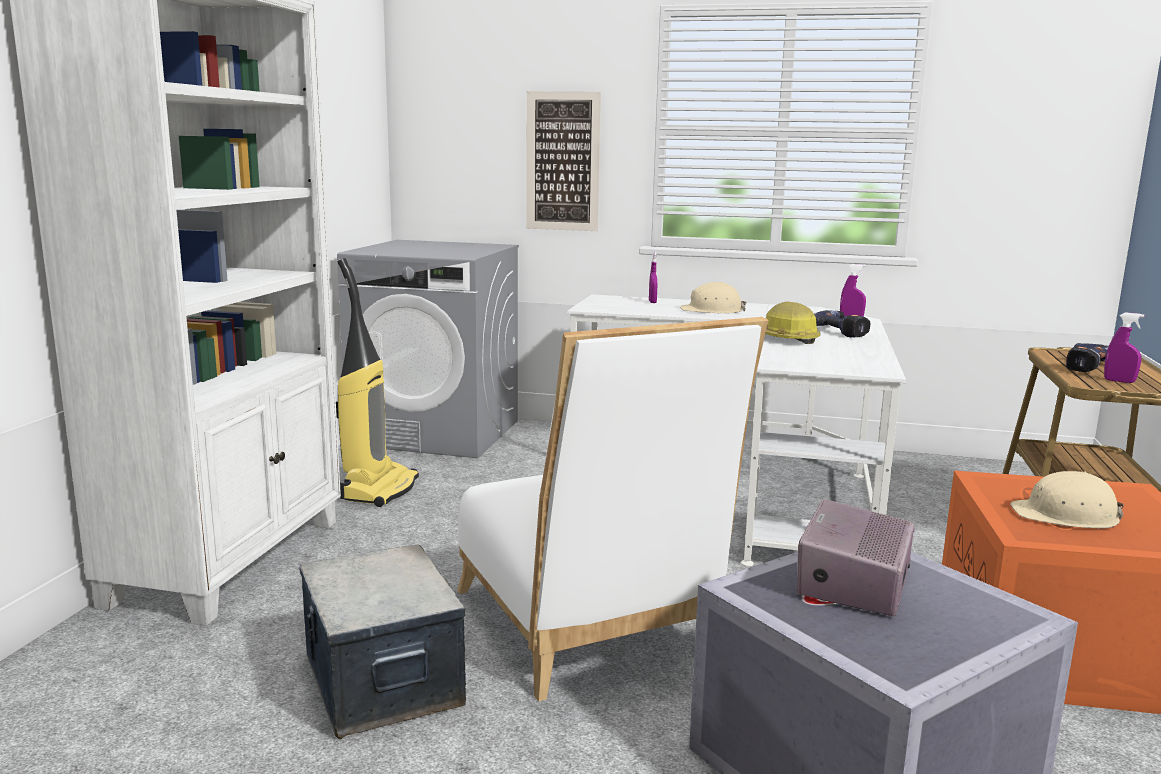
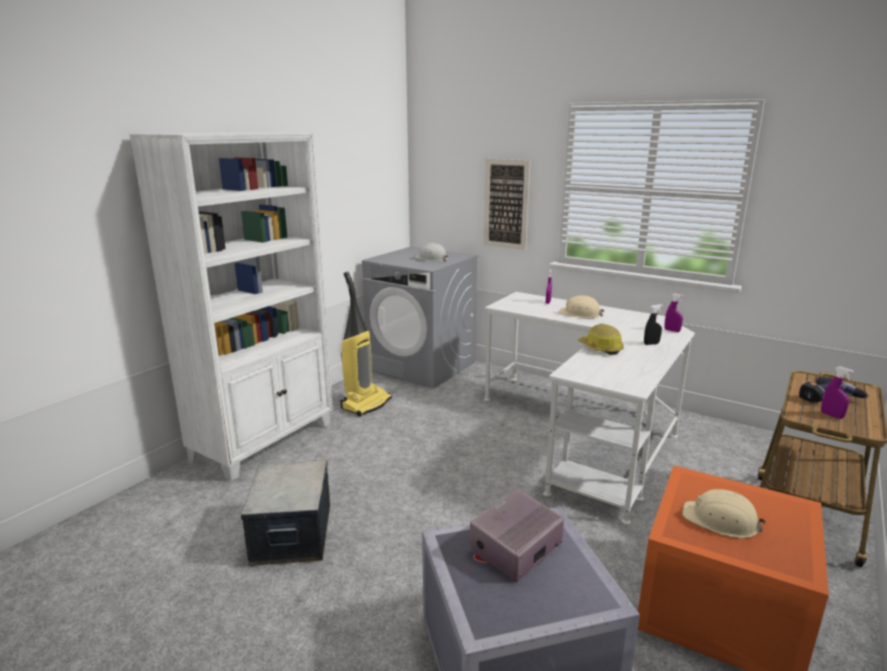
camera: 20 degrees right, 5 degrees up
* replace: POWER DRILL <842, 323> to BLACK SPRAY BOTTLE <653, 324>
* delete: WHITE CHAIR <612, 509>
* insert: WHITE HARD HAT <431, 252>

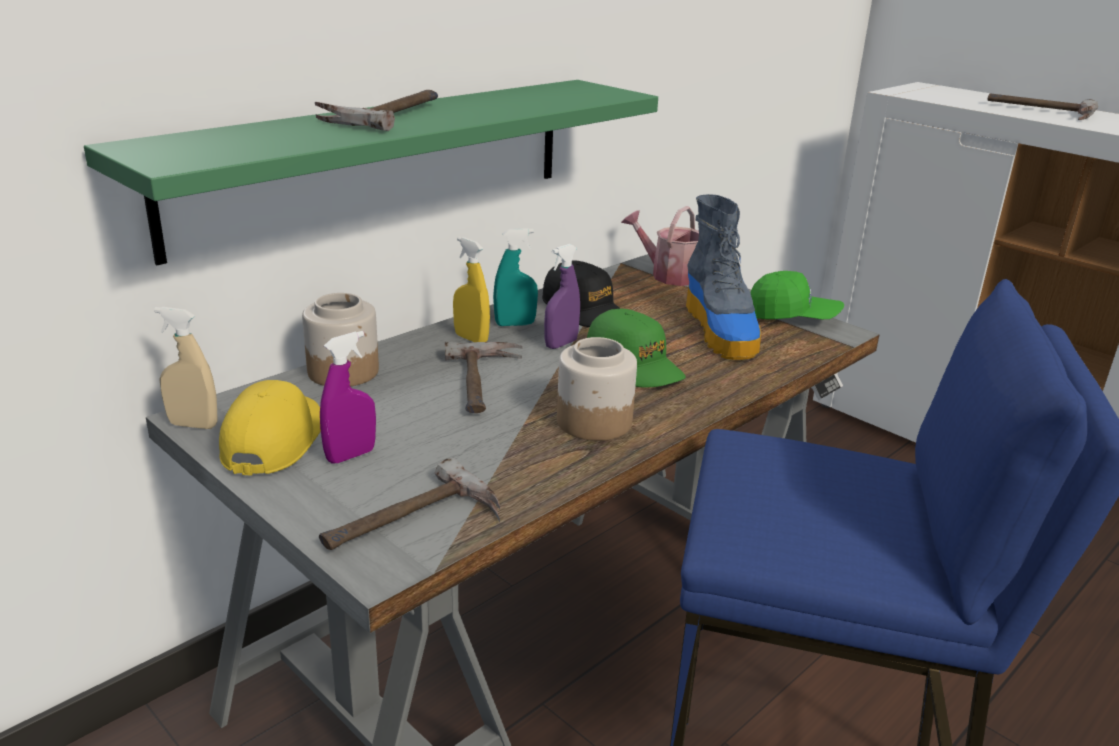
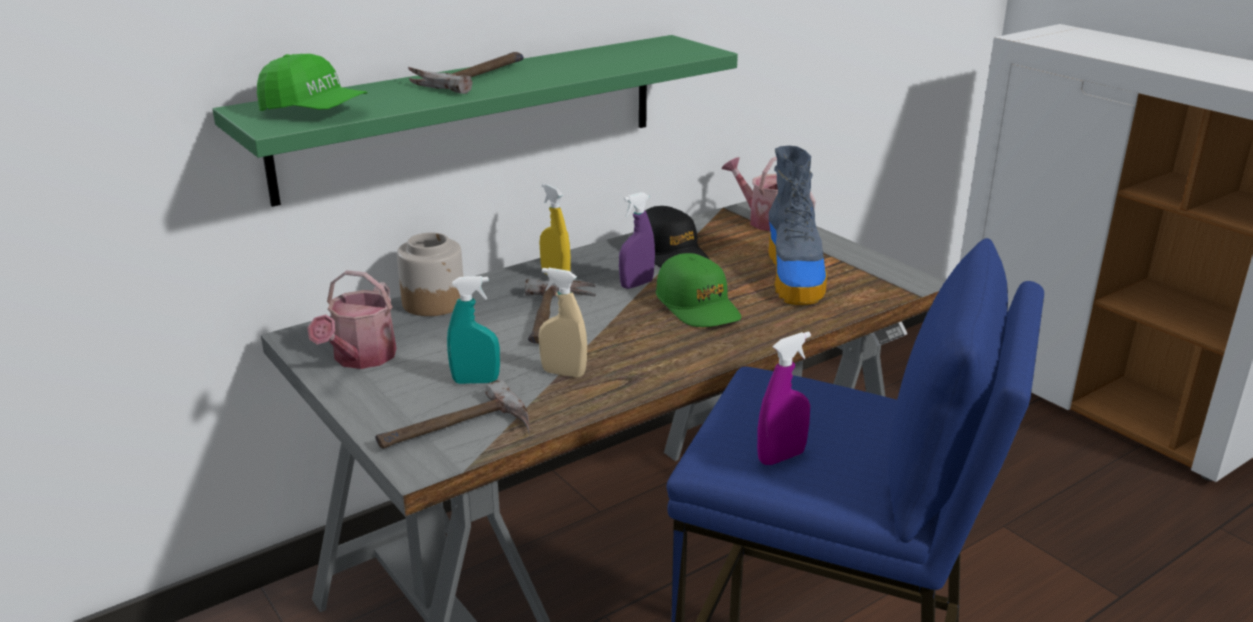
camera: 10 degrees right, 0 degrees up
* delete: HAMMER <1042, 106>
* move: TURQUOISE SPRAY BOTTLE <515, 277> to <473, 330>
* move: GREEN CAP <797, 295> to <312, 82>
* move: BEIGE SPRAY BOTTLE <186, 368> to <562, 322>
* move: PURPLE SPRAY BOTTLE <348, 397> to <784, 398>
* delete: JAR <597, 389>
* replace: YELLOW CAP <270, 428> to WATERING CAN <352, 319>

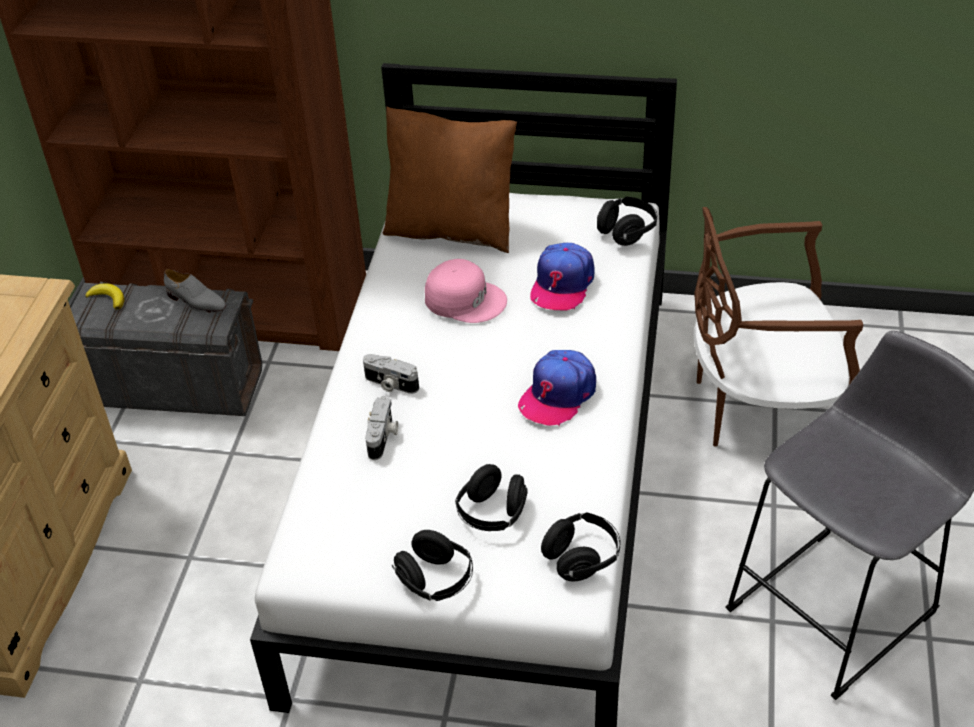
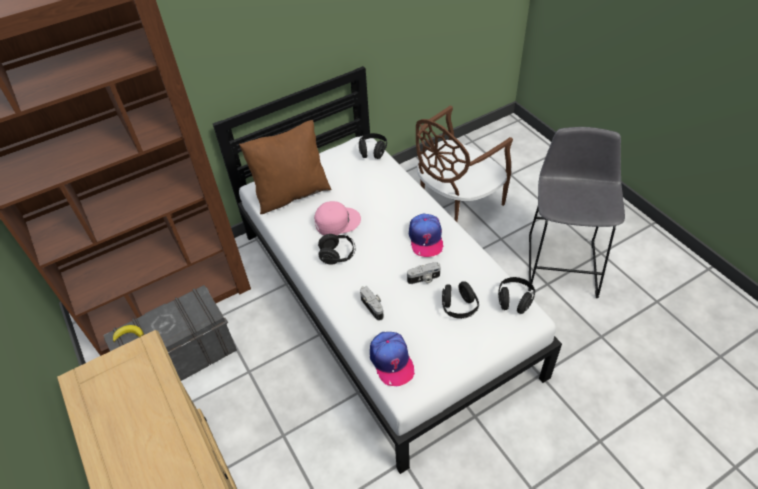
camera: 40 degrees left, 5 degrees up
* move: CAP <562, 277> to <392, 359>
* delete: GREY SHOE <195, 291>
* move: PHOTO CAMERA <391, 374> to <424, 273>
* move: BLACK HEADPHONES <432, 565> to <336, 249>

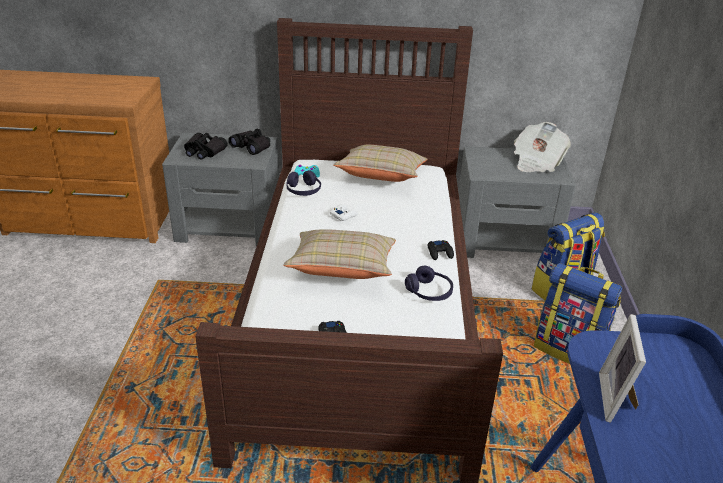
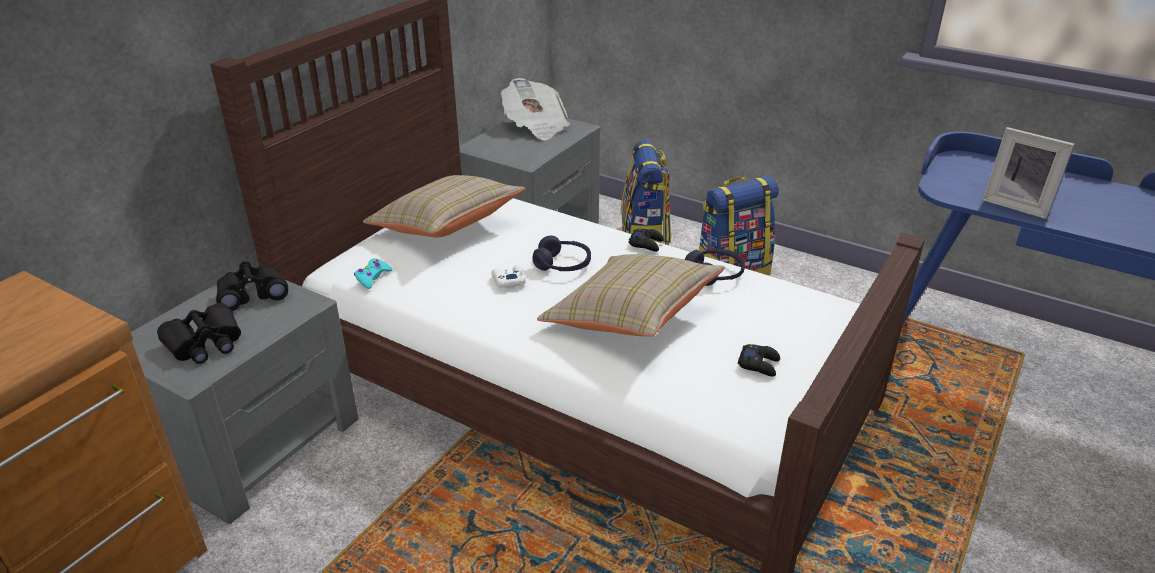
camera: 60 degrees left, 0 degrees up
* move: PURPLE HEADPHONES <303, 183> to <561, 253>

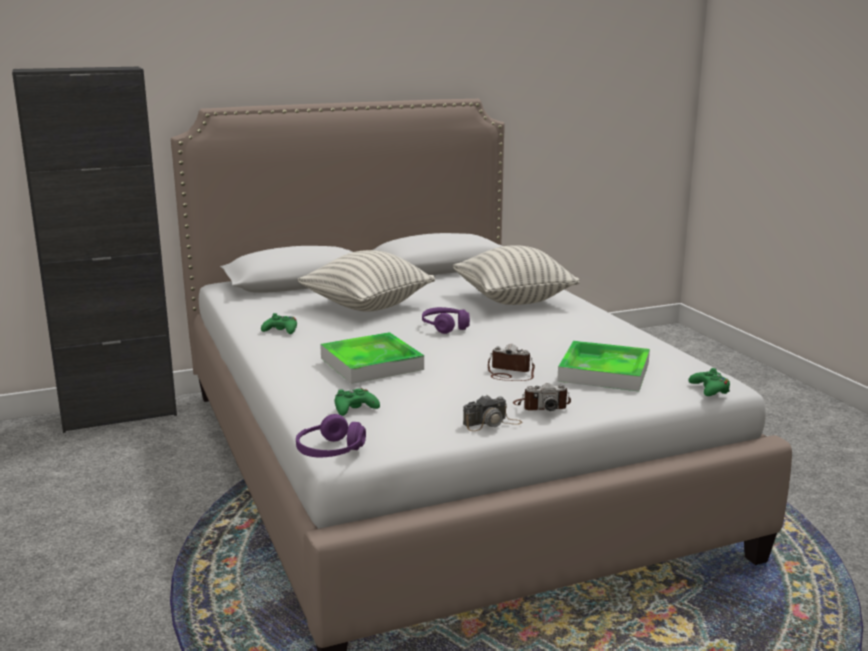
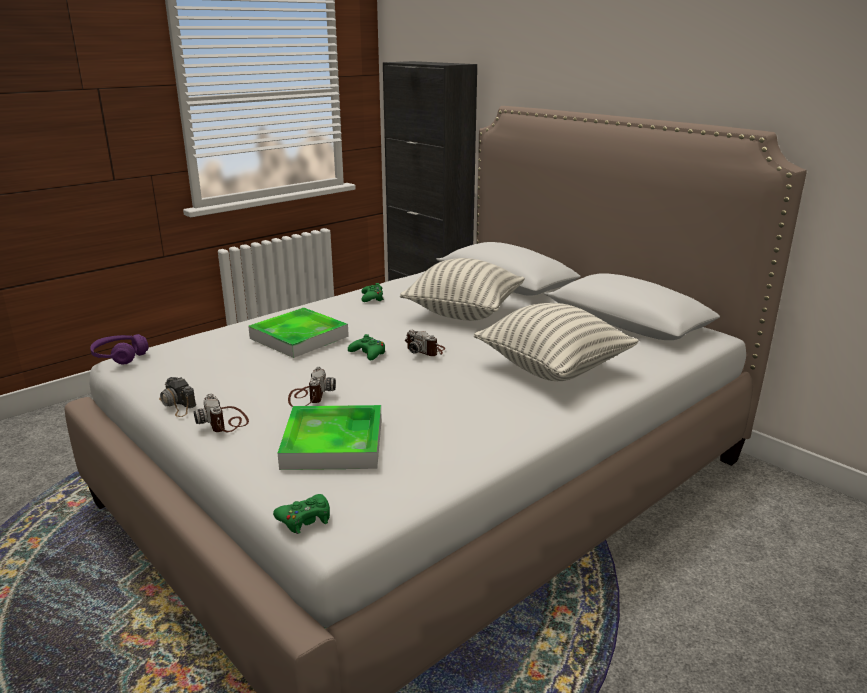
camera: 70 degrees right, 5 degrees up
* replace: PURPLE HEADPHONES <446, 320> to PHOTO CAMERA <425, 343>
* move: GREEN GAME CONTROLLER <357, 402> to <366, 347>

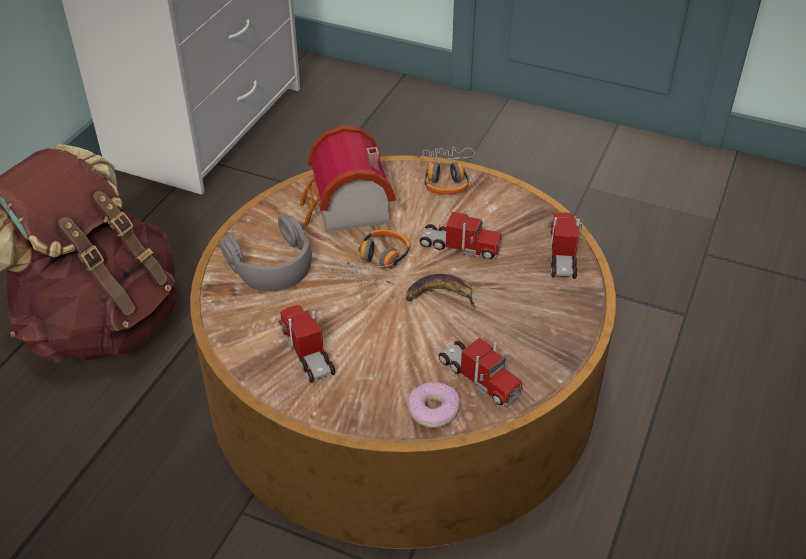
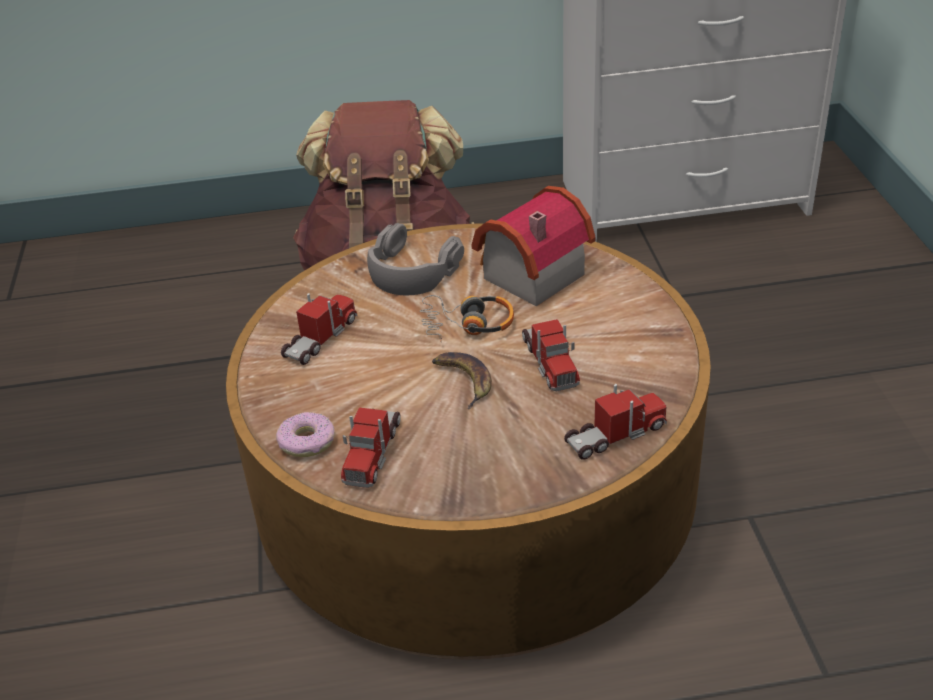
camera: 60 degrees right, 5 degrees down
* delete: HEADPHONES <444, 171>

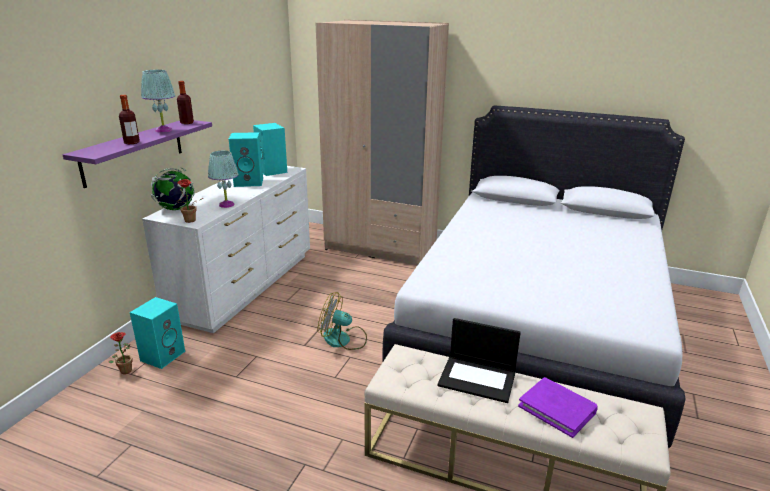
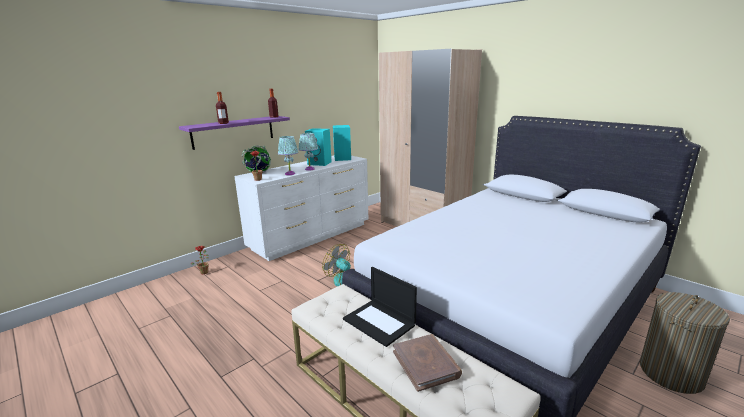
camera: 25 degrees right, 5 degrees down
* move: TURQUOISE TABLE LAMP <158, 101> to <308, 152>
* delete: TURQUOISE SPEAKER <157, 333>
* recolor: PURPLE BOOK <558, 407> to BROWN BOOK <427, 363>
* insert: LAUNDRY BASKET <685, 343>

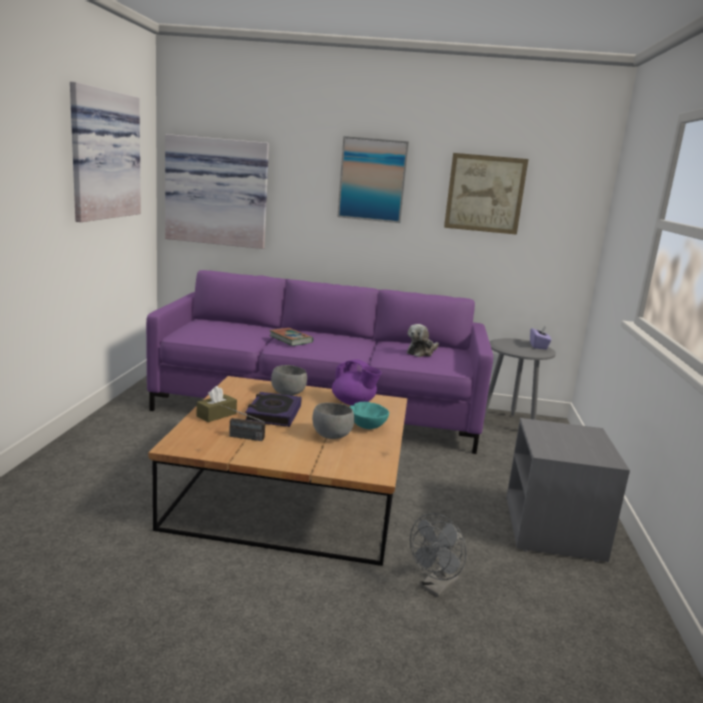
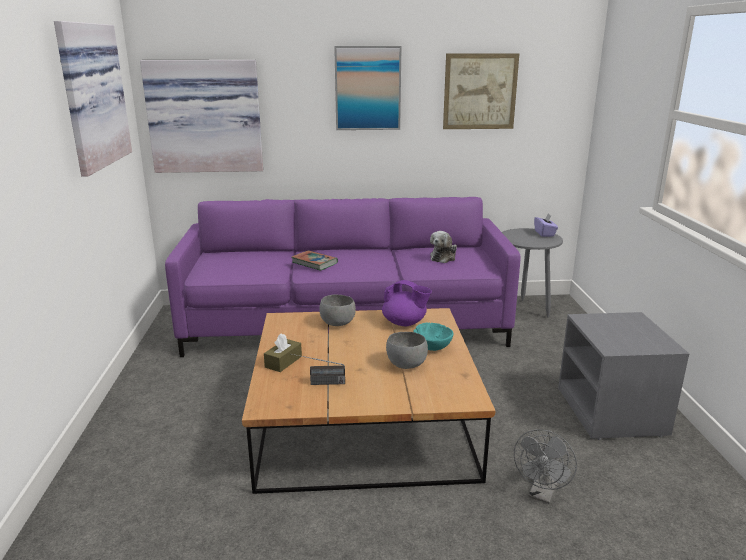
camera: 10 degrees left, 5 degrees up
* delete: BOOK <273, 409>

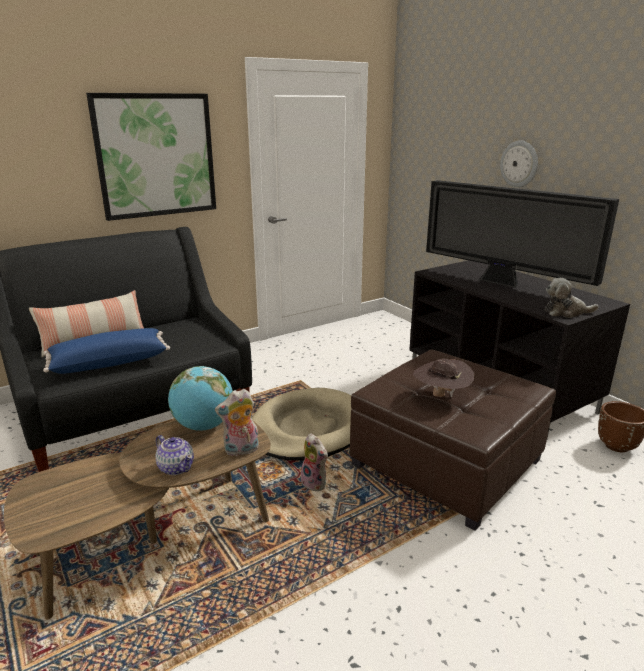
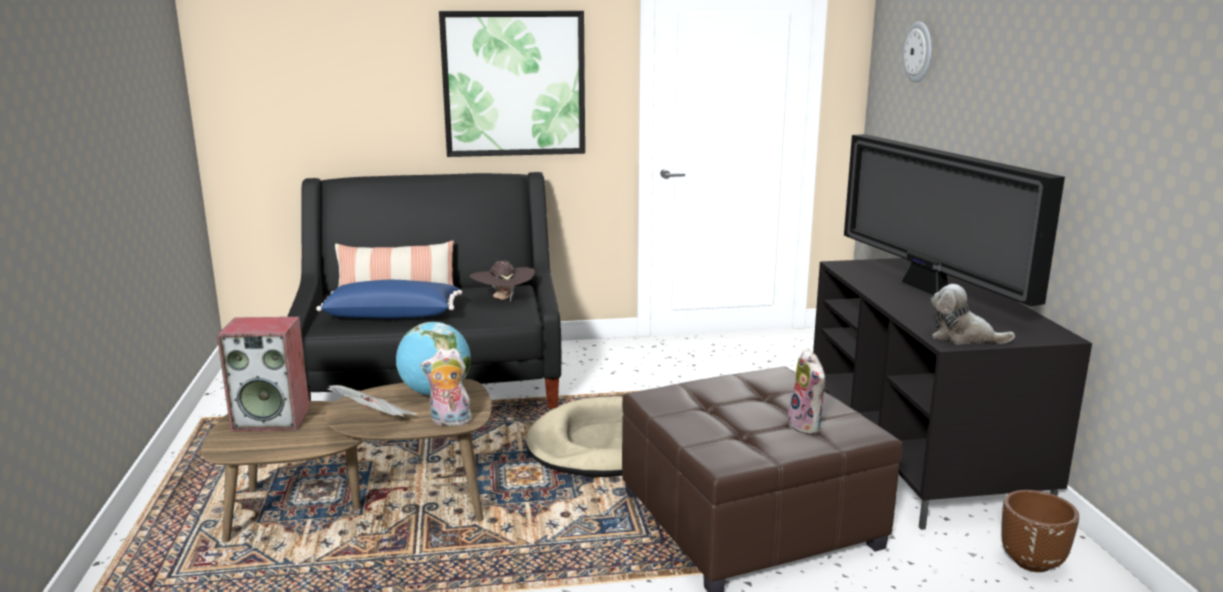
camera: 25 degrees right, 5 degrees down
* move: WALL CLOCK <519, 163> to <917, 51>
* move: BROWN HAT <444, 377> to <502, 280>
* move: PLUSH TOY <314, 462> to <806, 391>
* replace: TEAPOT <175, 455> to NEWSPAPER <373, 400>
* insert: SPEAKER <263, 374>

